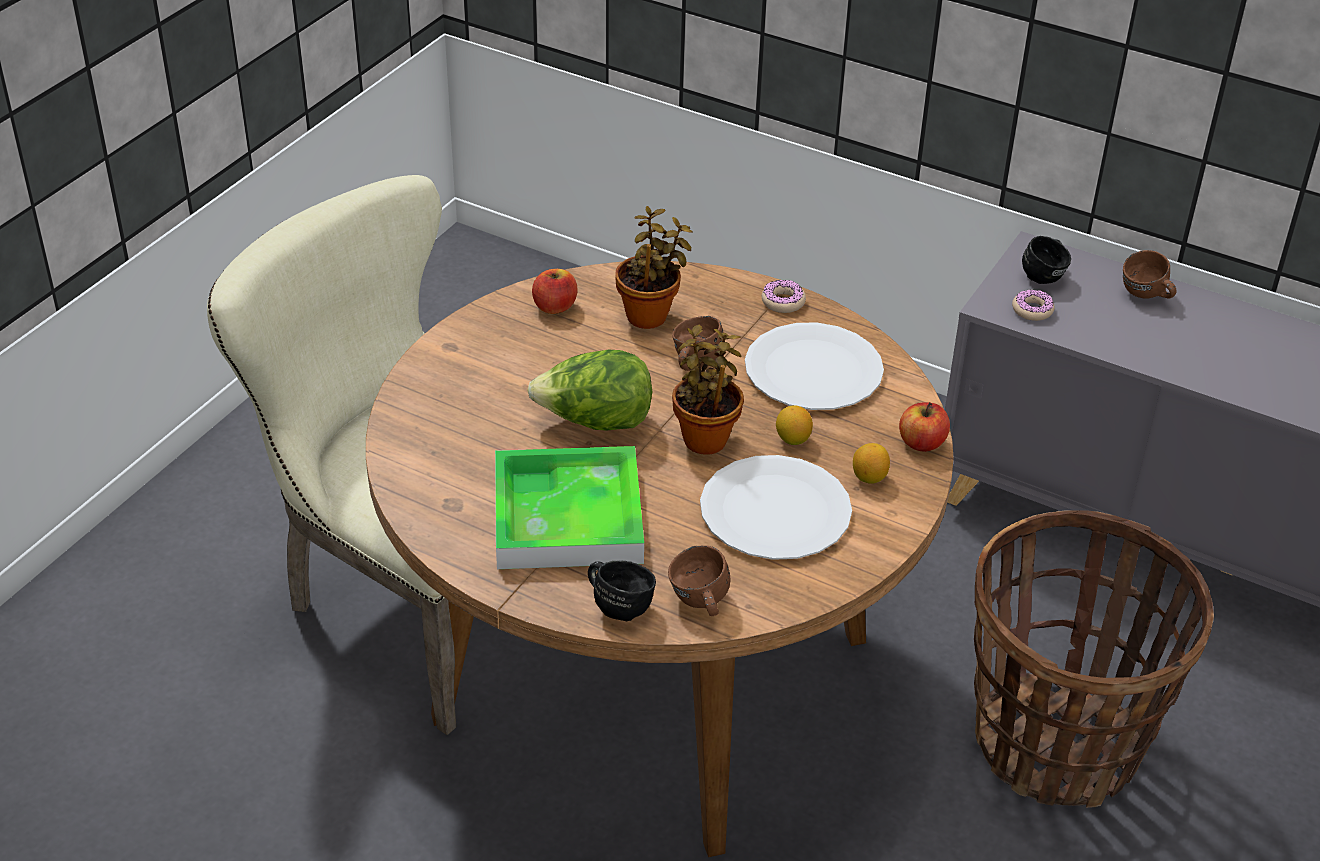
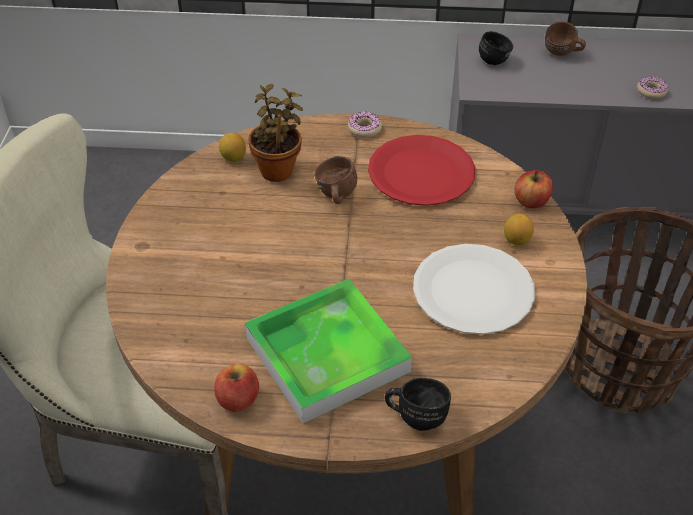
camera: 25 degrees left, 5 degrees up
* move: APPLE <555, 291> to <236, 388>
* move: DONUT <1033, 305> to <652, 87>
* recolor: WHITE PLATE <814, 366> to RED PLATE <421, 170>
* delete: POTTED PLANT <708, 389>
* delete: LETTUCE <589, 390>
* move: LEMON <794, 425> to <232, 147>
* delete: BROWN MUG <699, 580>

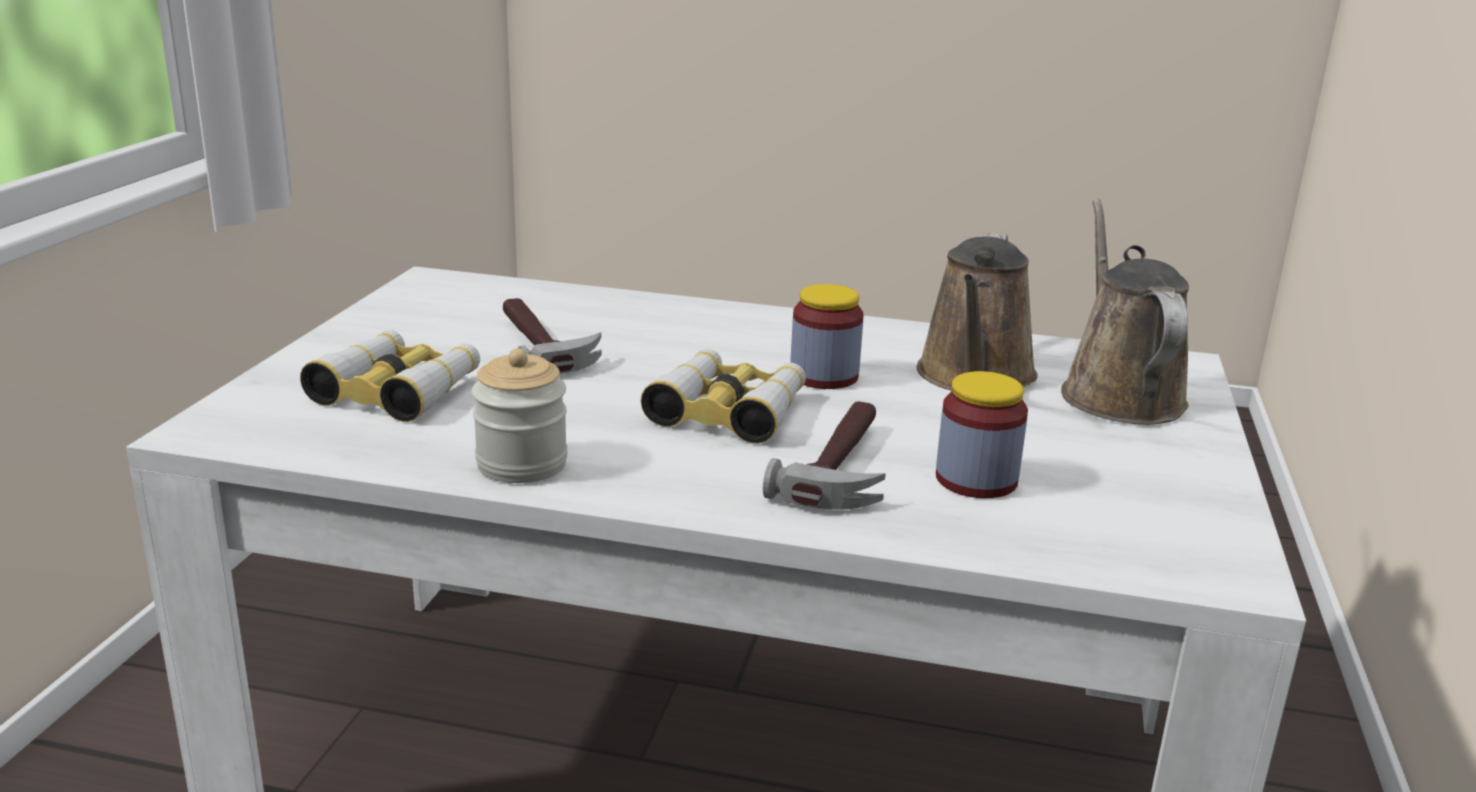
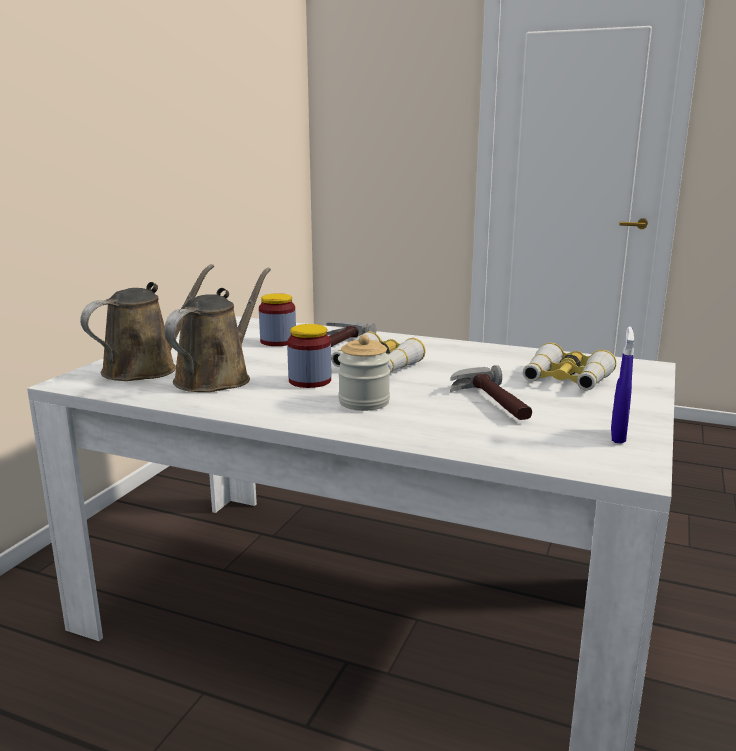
camera: 170 degrees left, 5 degrees down
* rotate: BROWN WATERING CAN <1125, 312> = <147, 322> 150 degrees counterclockwise
* move: JAR <520, 415> to <364, 373>
* insert: BLUE SPRAY BOTTLE <622, 385>

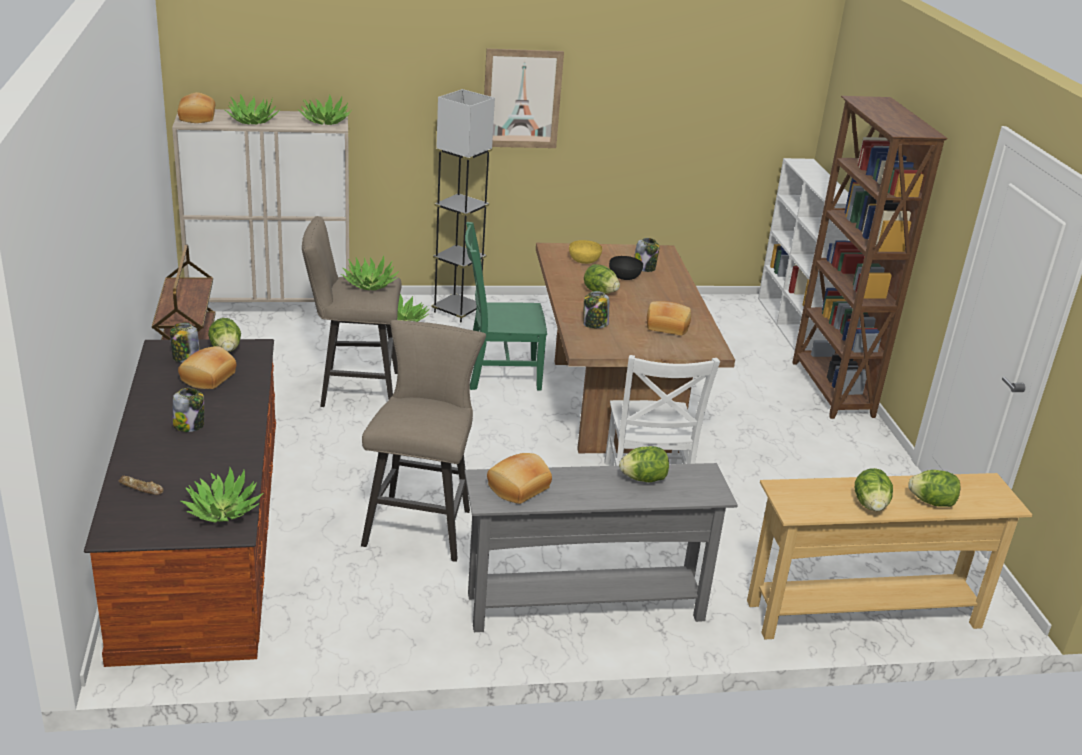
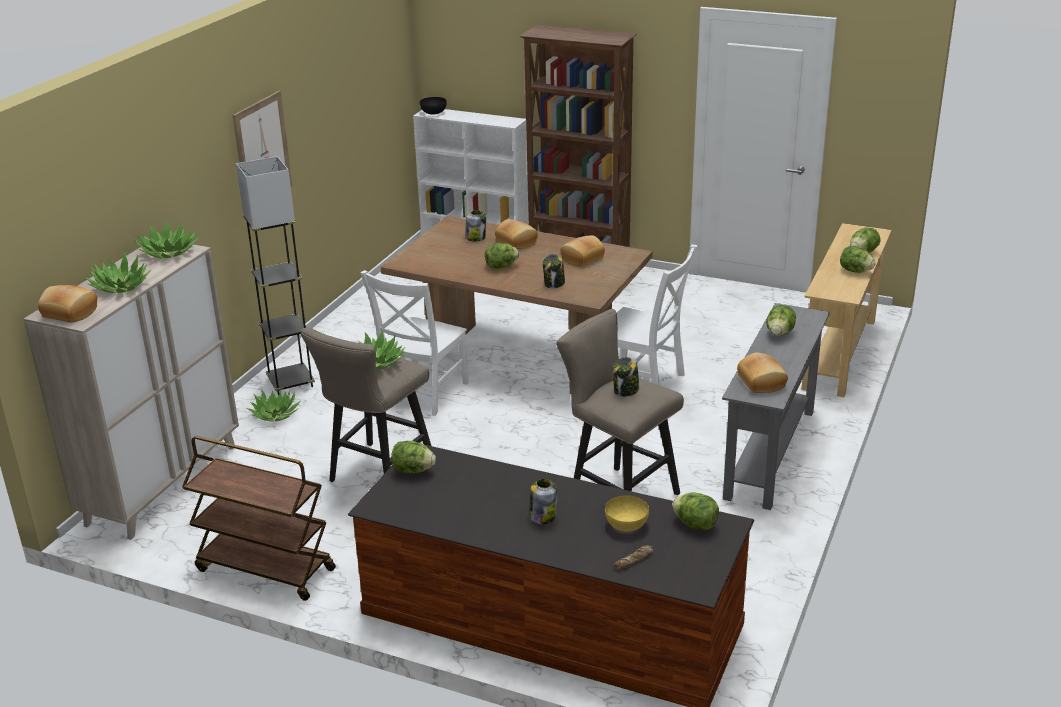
camera: 55 degrees left, 0 degrees up
* recolor: GREEN CHAIR <506, 306> to WHITE CHAIR <414, 343>
* move: YELLOW BOWL <585, 252> to <627, 513>
* move: BLACK BOWL <626, 268> to <433, 105>
* move: JAR <185, 343> to <626, 377>
* move: BREAD <207, 367> to <516, 234>
* replace: POTTED PLANT <222, 495> to LETTUCE <695, 511>

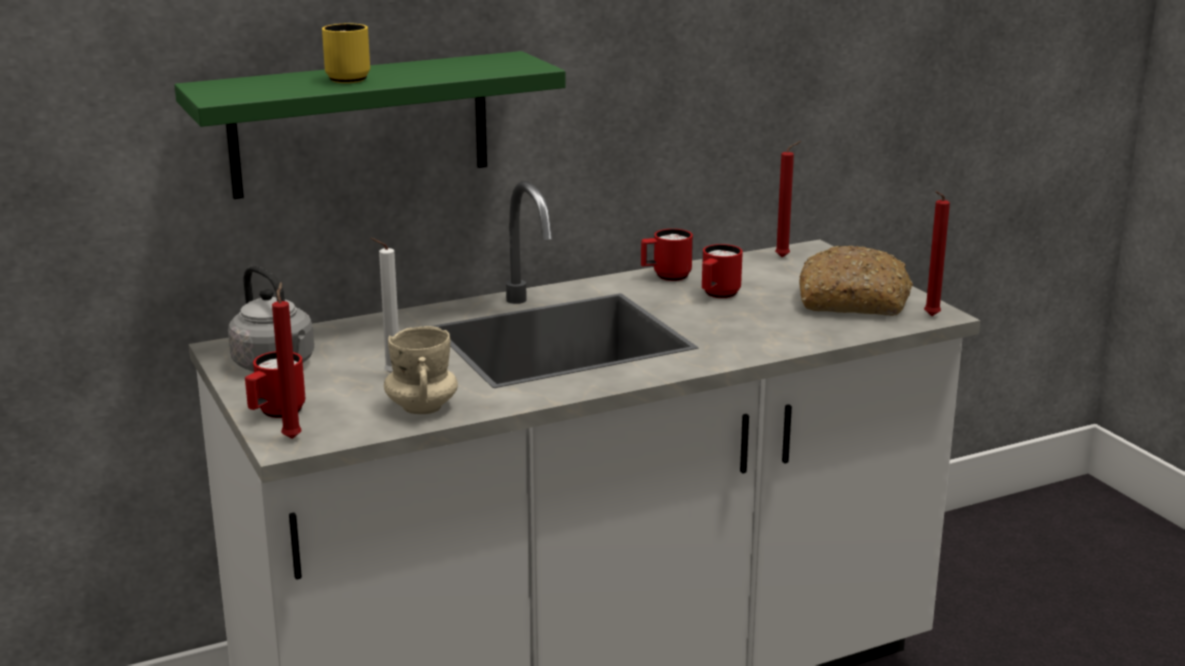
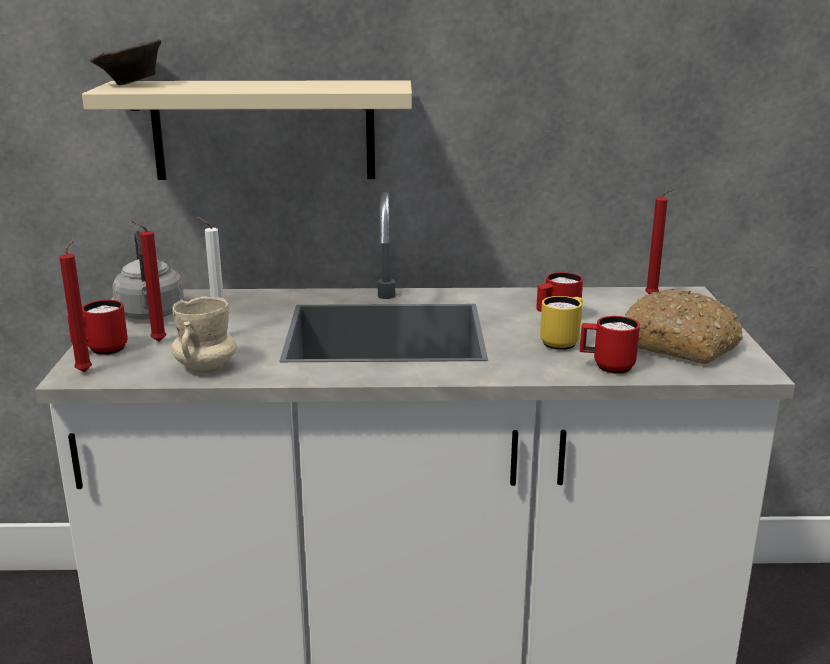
camera: 25 degrees right, 0 degrees up
* move: YELLOW MUG <346, 53> to <561, 323>
* recolor: GREEN SHELF <370, 125> to BEIGE SHELF <247, 130>
* move: RED CANDLE <937, 253> to <149, 281>
* move: RED MUG <667, 255> to <610, 345>
* insert: BROWN BOWL <125, 62>

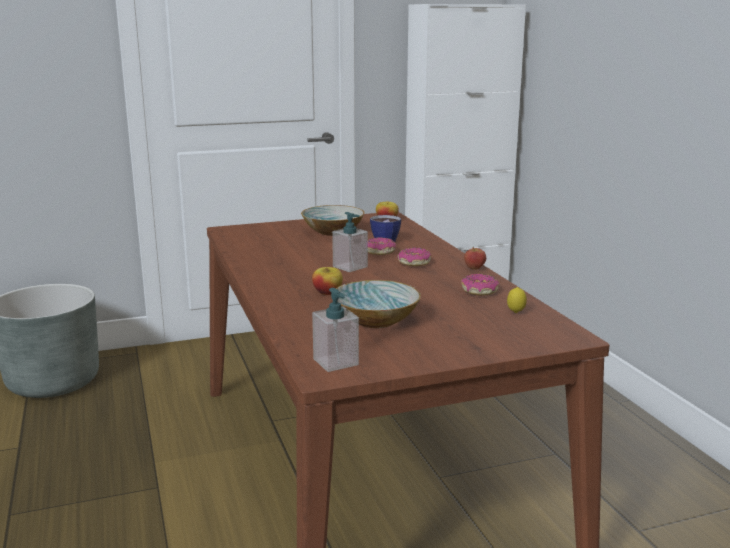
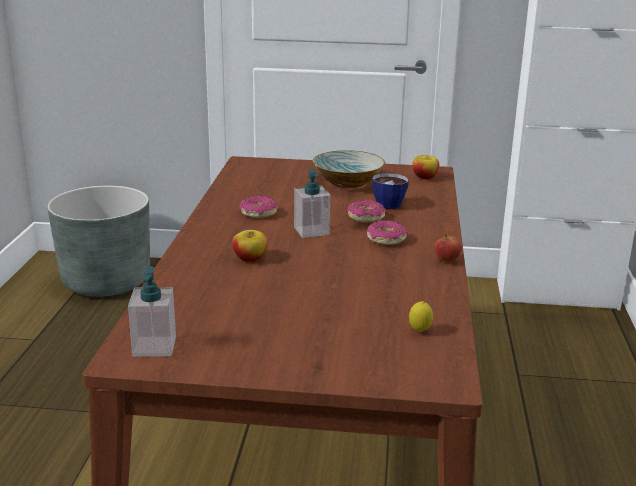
camera: 25 degrees right, 5 degrees up
* move: DONUT <480, 284> to <258, 207>
* delete: BOWL <378, 304>

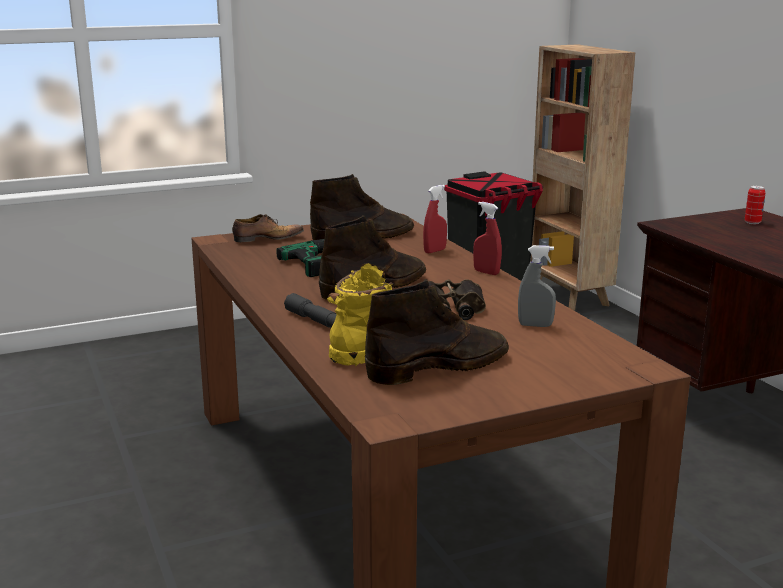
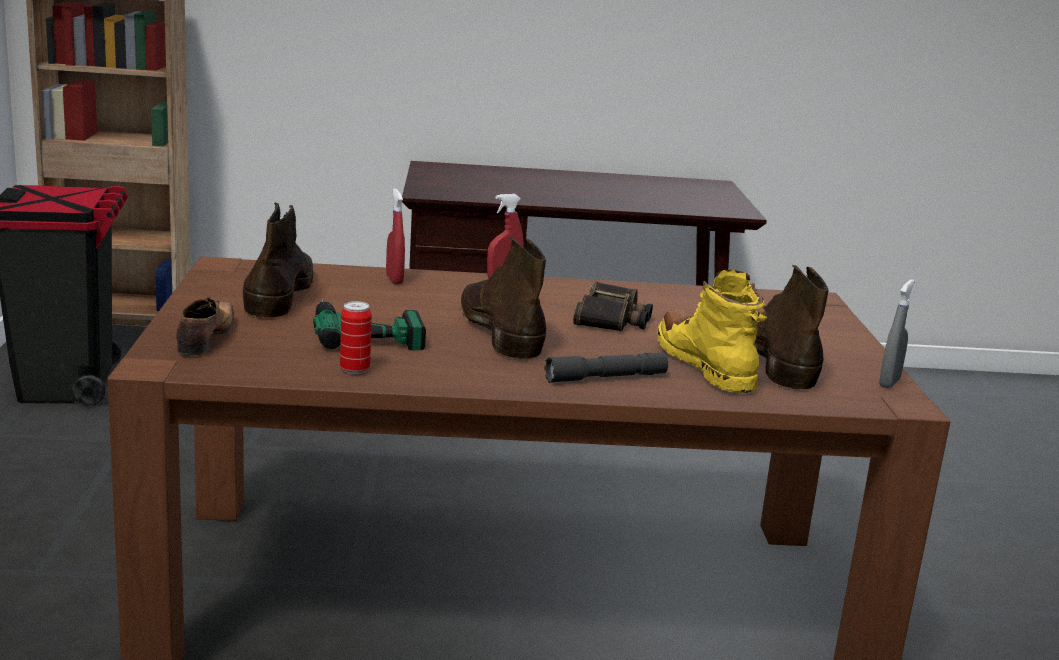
camera: 70 degrees left, 0 degrees up
* move: CAN <755, 204> to <356, 337>
* move: GREY SPRAY BOTTLE <537, 286> to <897, 333>

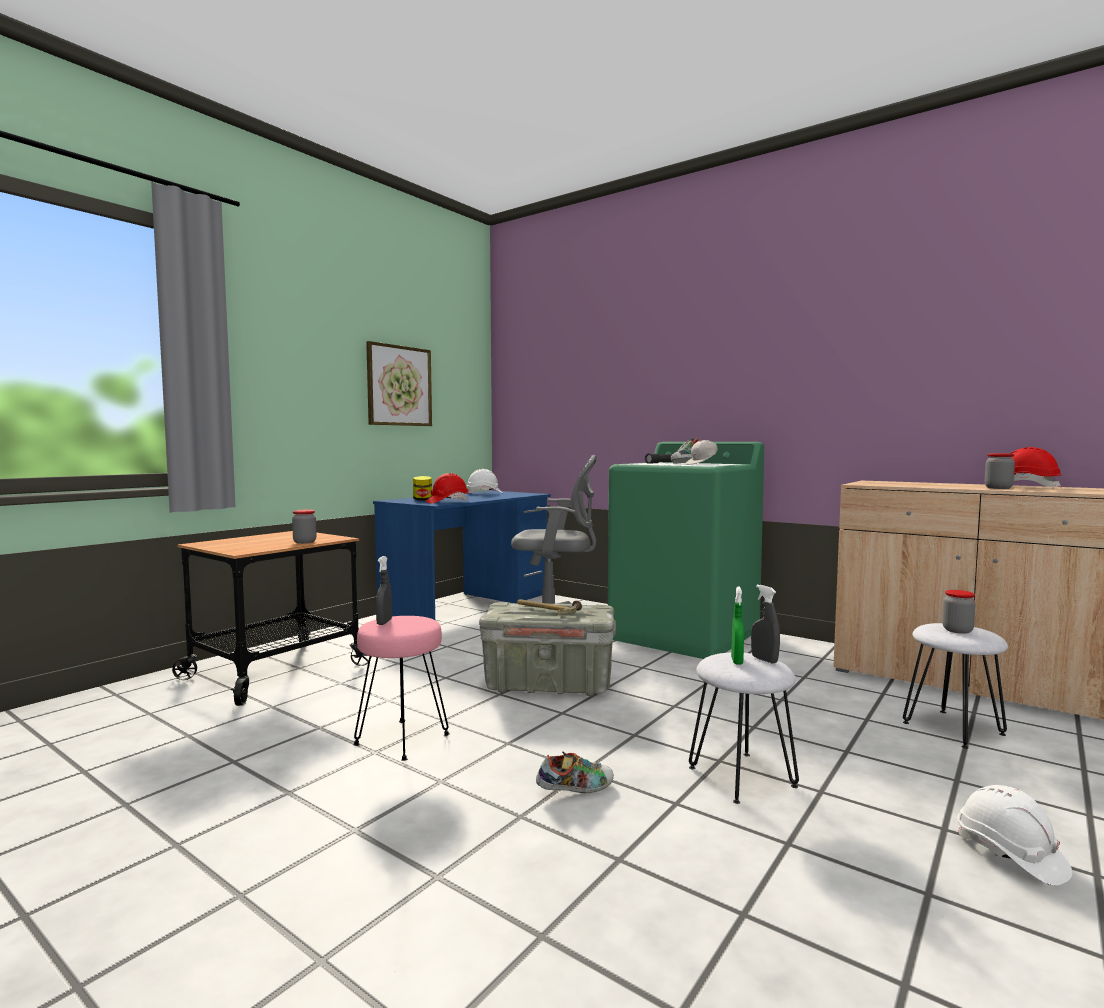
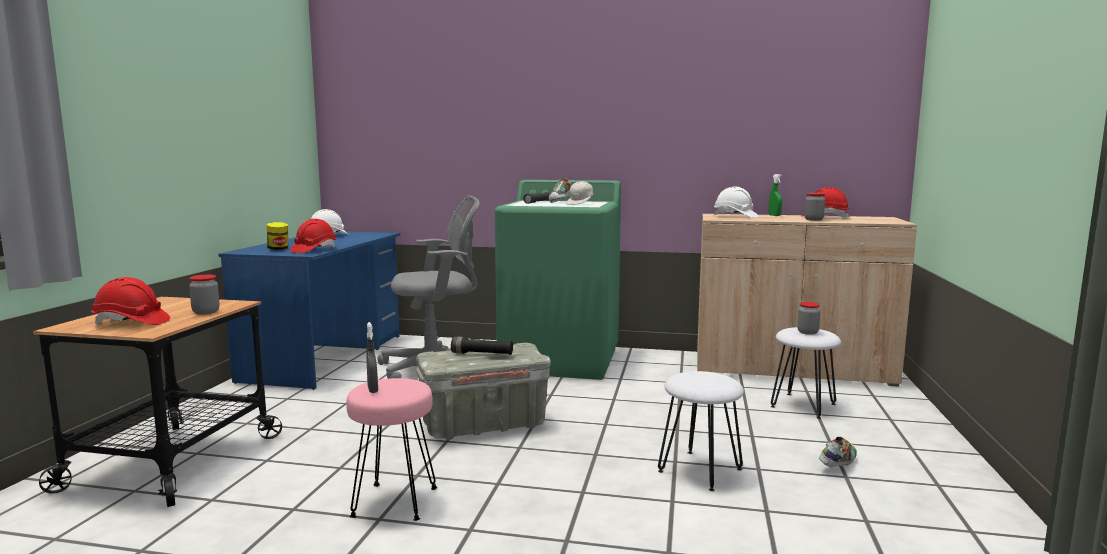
camera: 25 degrees left, 5 degrees up
* delete: PICTURE <399, 383>
* delete: GREY SPRAY BOTTLE <765, 624>
* move: GREEN SPRAY BOTTLE <737, 625> to <775, 195>
* replace: HAMMER <549, 607> to BLACK FLASHLIGHT <482, 346>
* move: SHOE <575, 772> to <838, 452>
* move: WHITE HARD HAT <1014, 835> to <736, 202>
* insert: RED HARD HAT <130, 301>

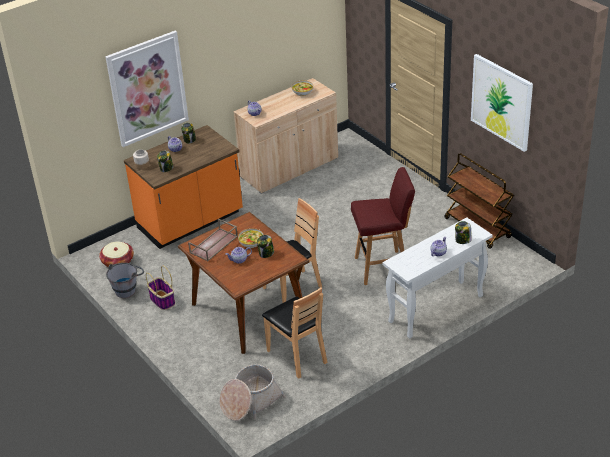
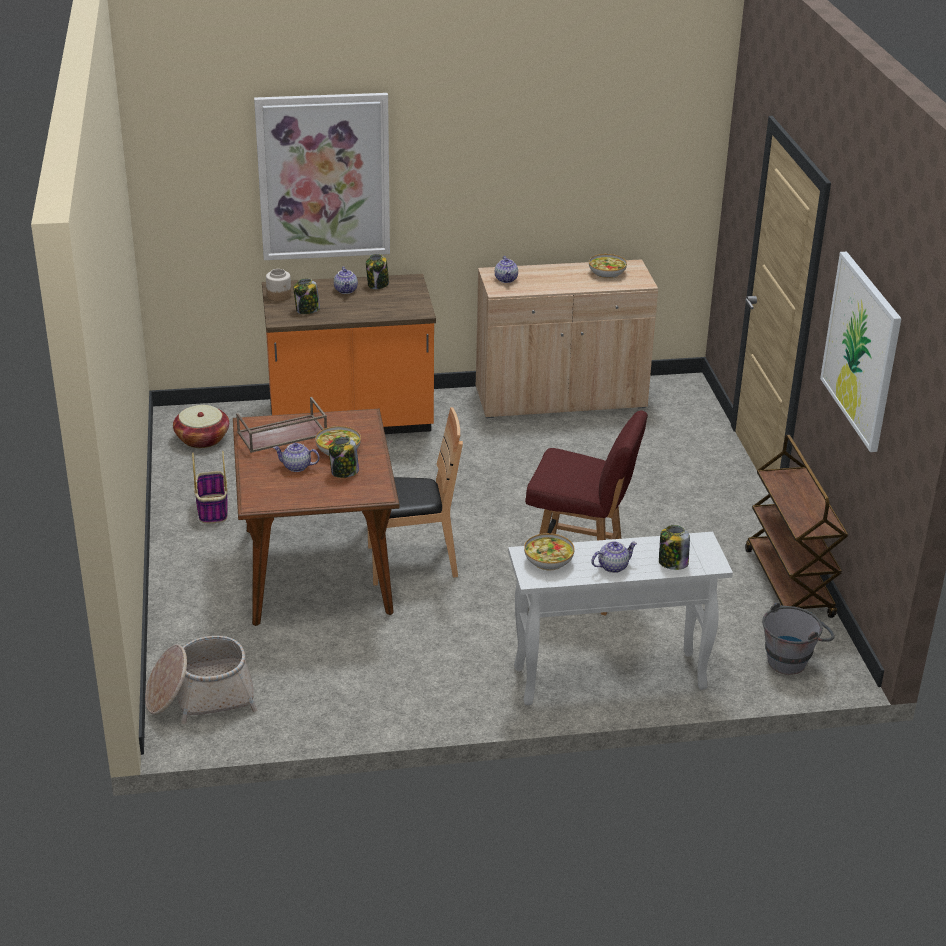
camera: 25 degrees right, 5 degrees down
* move: GREY BUCKET <125, 280> to <798, 638>
* delete: BROWN CHAIR <295, 333>
* insert: BOWL <549, 551>

